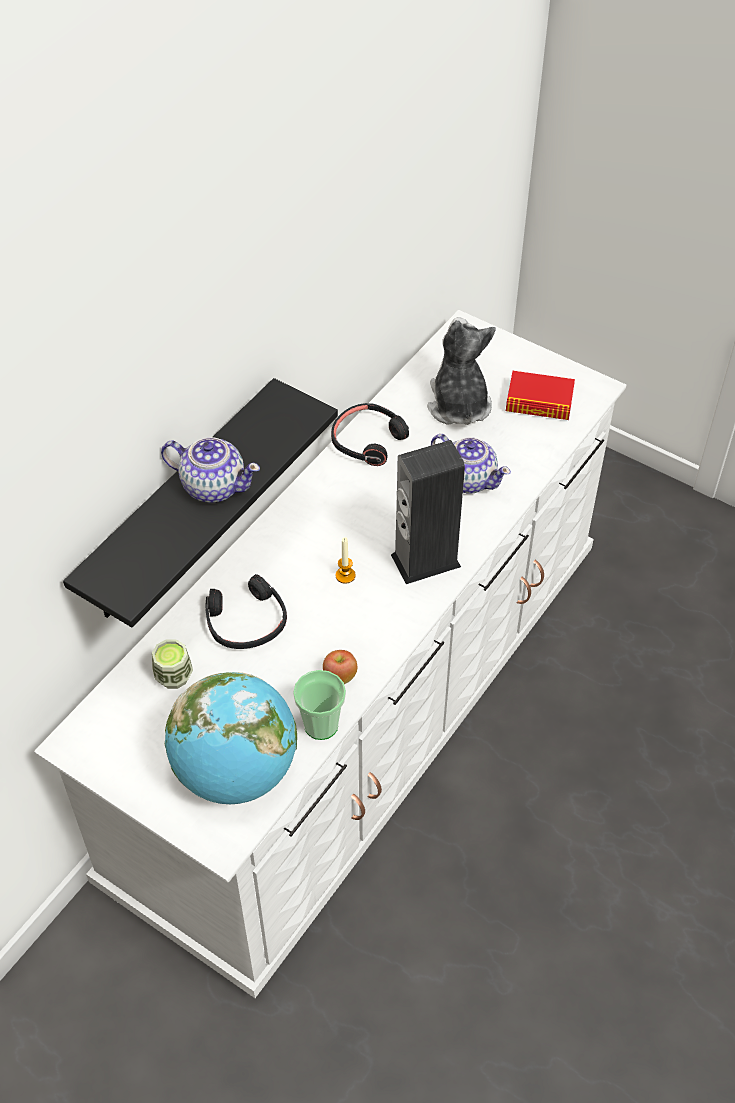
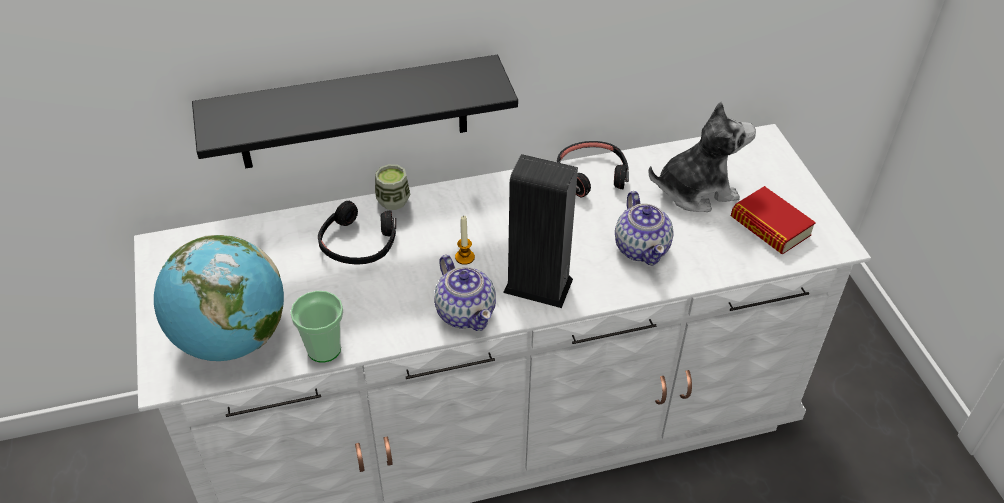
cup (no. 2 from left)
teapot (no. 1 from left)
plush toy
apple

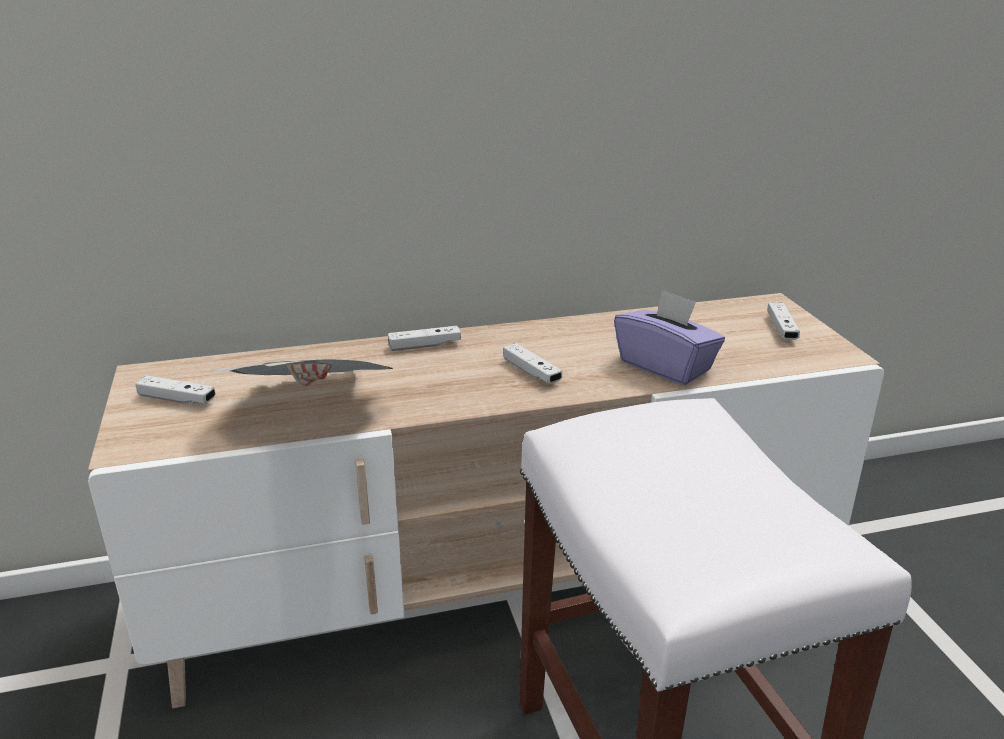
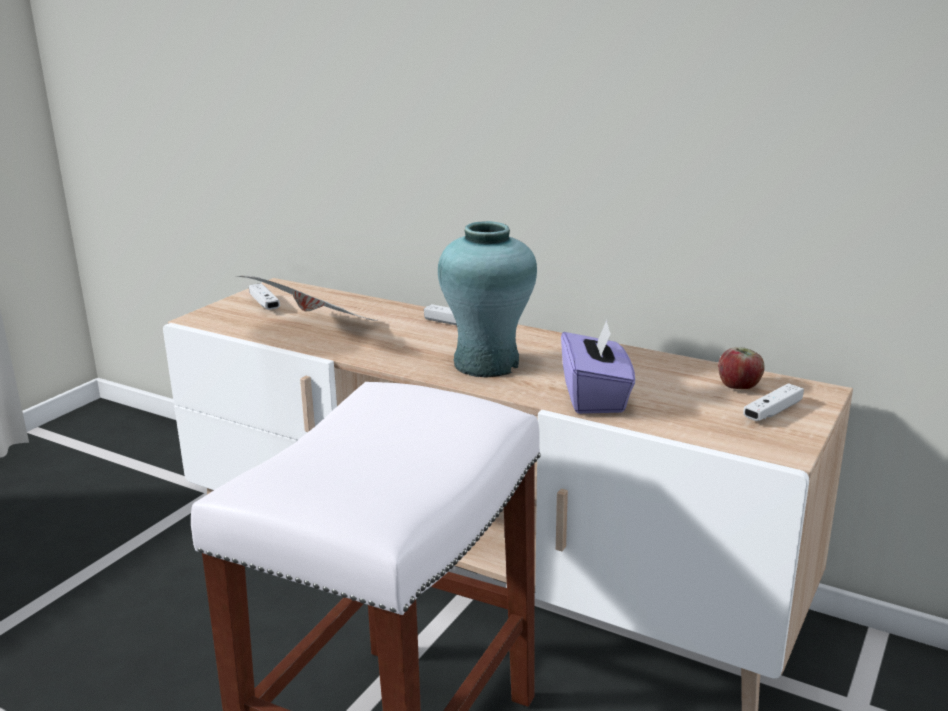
turquoise vase
apple

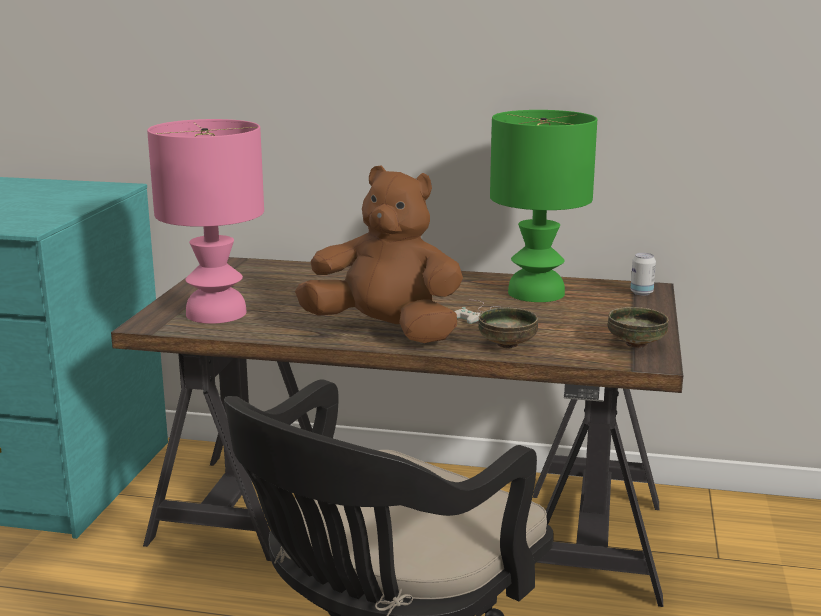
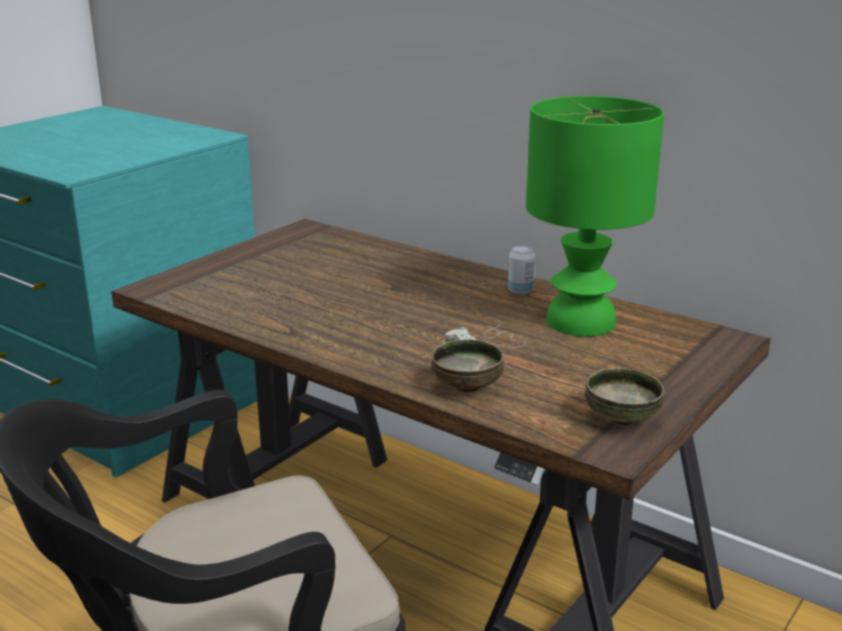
can
pink table lamp
brown plush toy

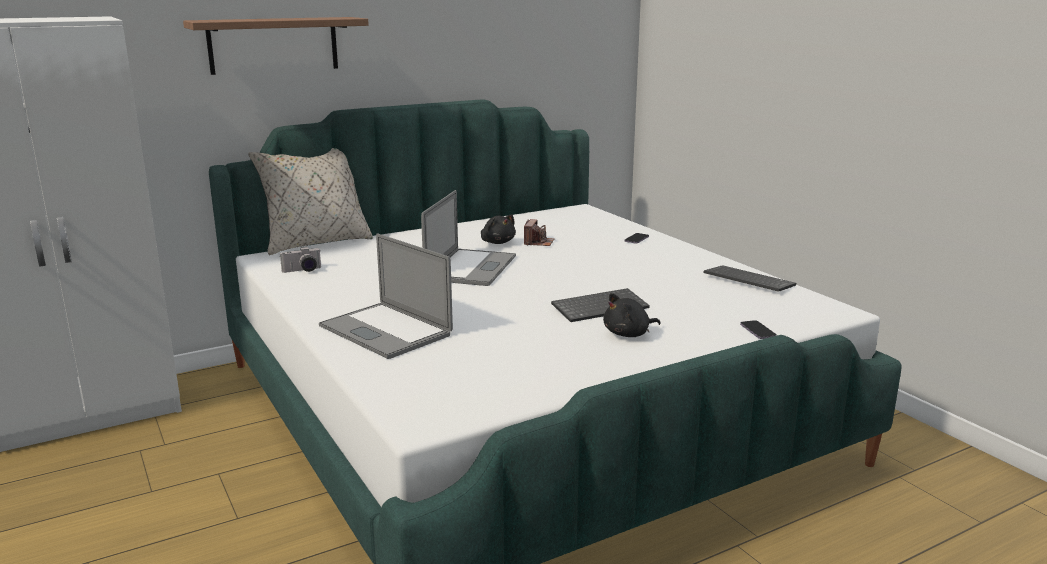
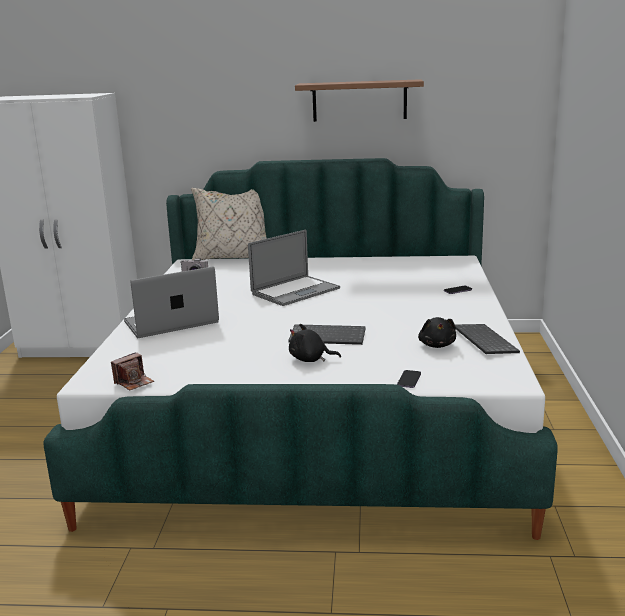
photo camera (no. 1 from left)
laptop (no. 1 from left)
shelf
black plush toy (no. 2 from left)

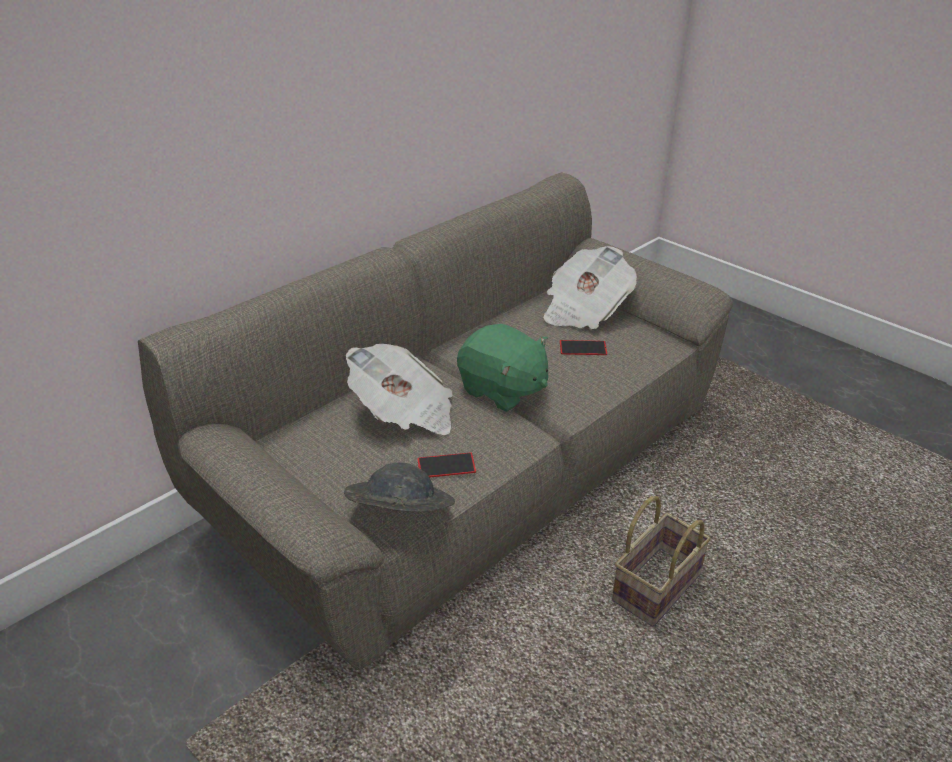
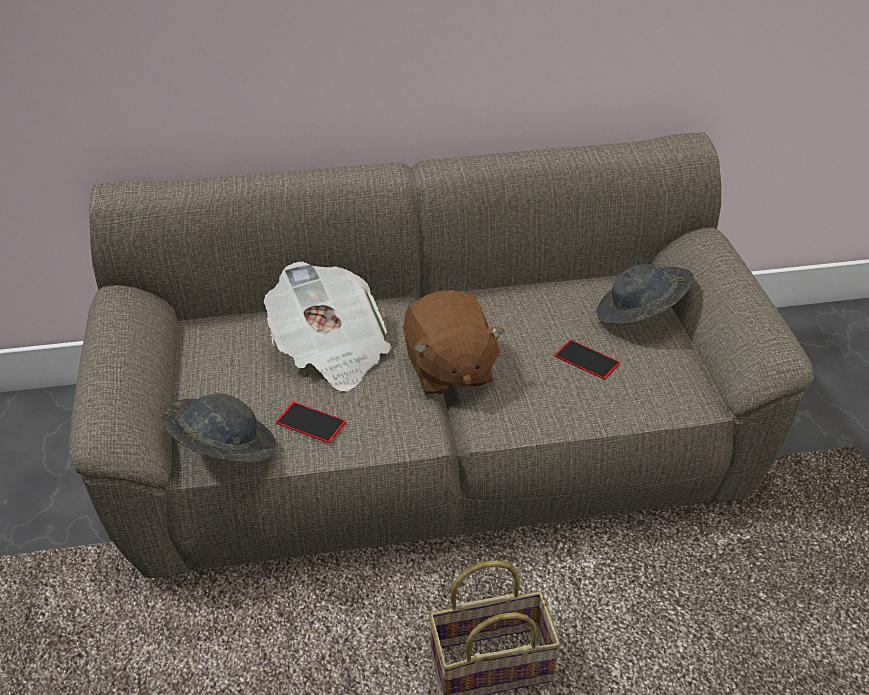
brown plush toy
grey hat (no. 2 from left)

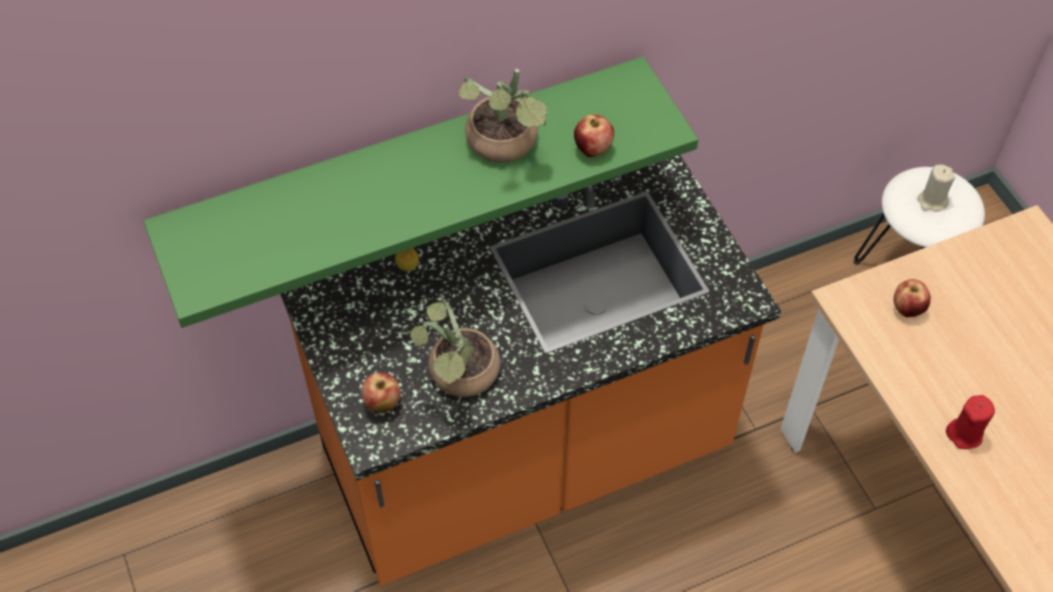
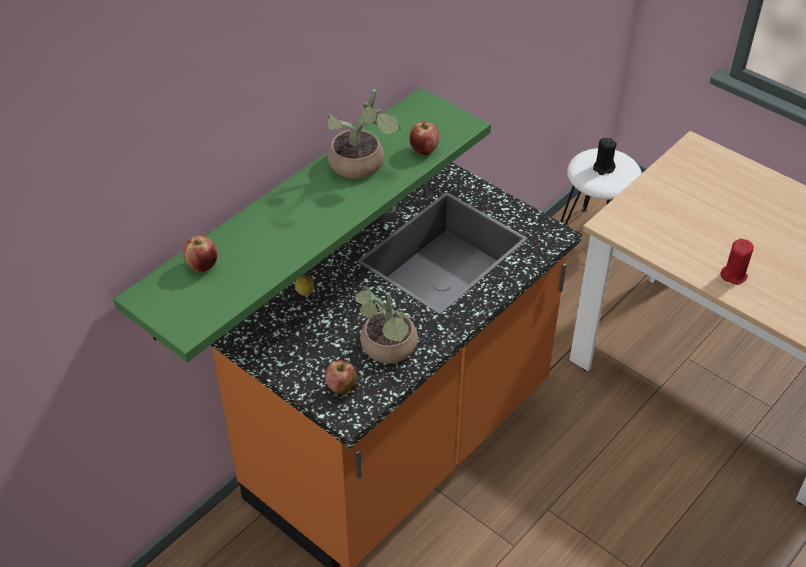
apple (no. 1 from left)
black candle

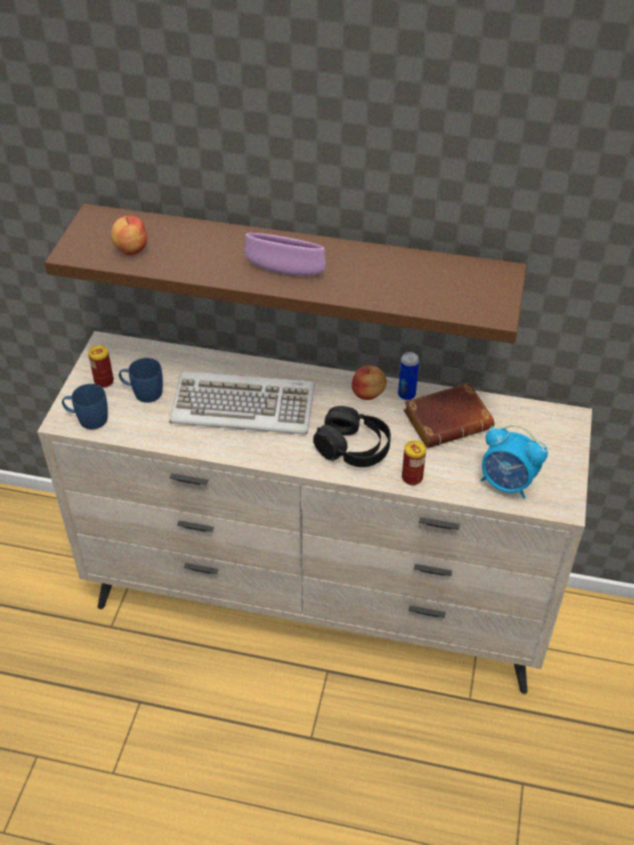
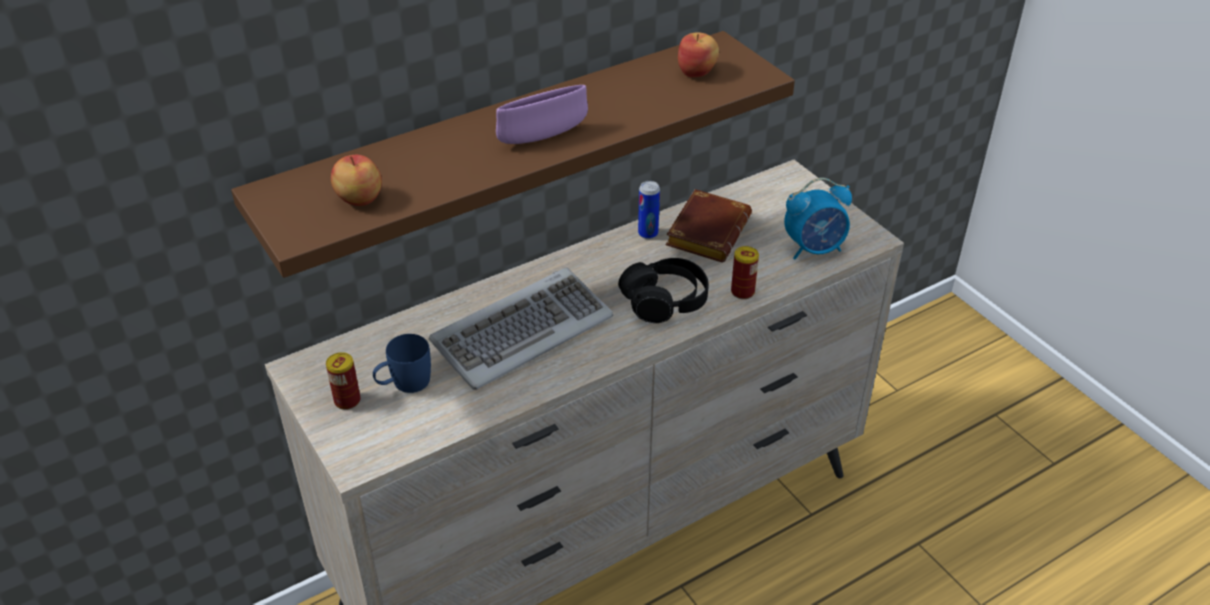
apple (no. 2 from left)
blue mug (no. 1 from left in the first image)

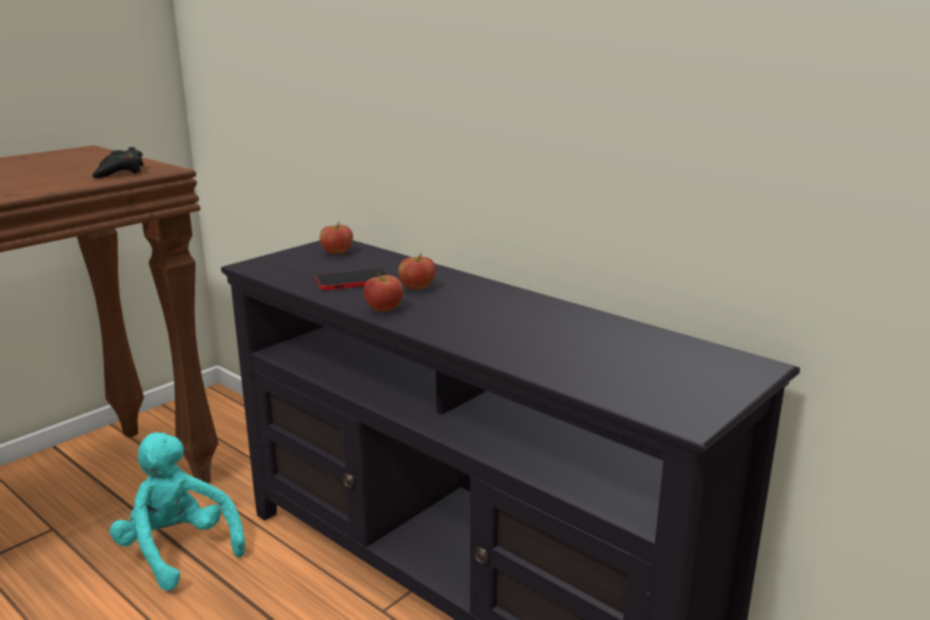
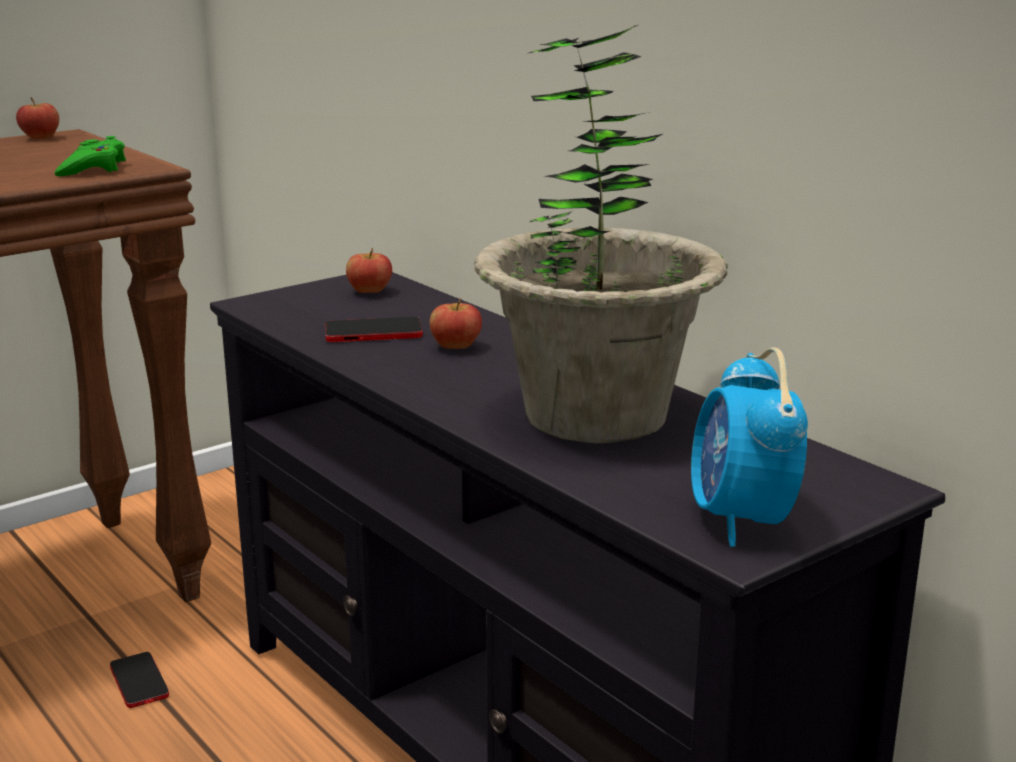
apple (no. 1 from left)
green game controller
phone (no. 1 from left)
potted plant
alarm clock

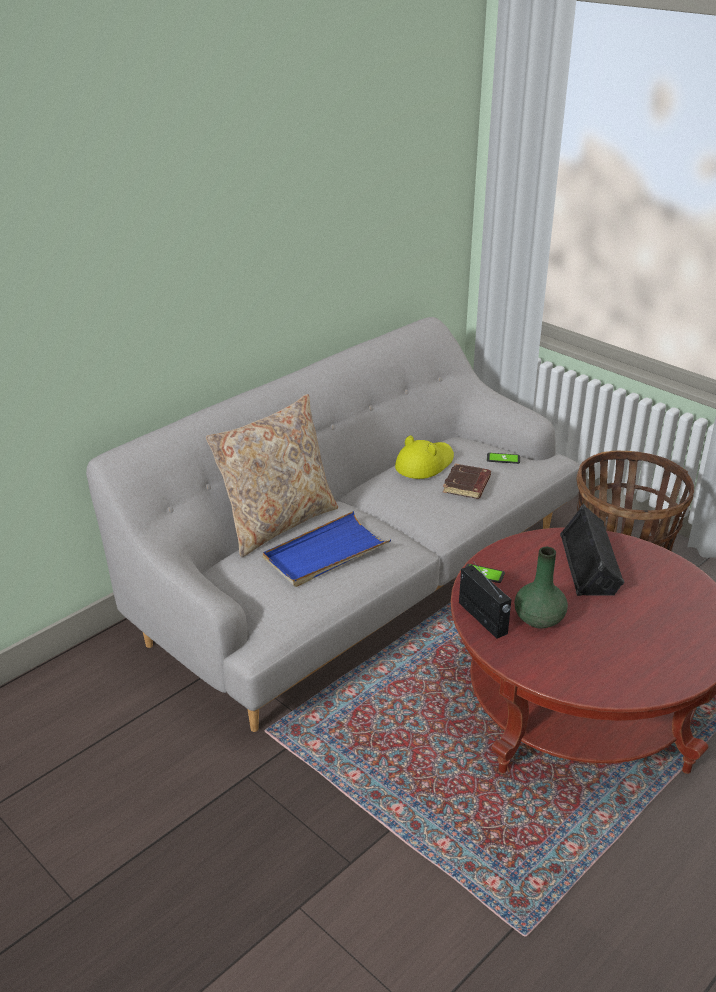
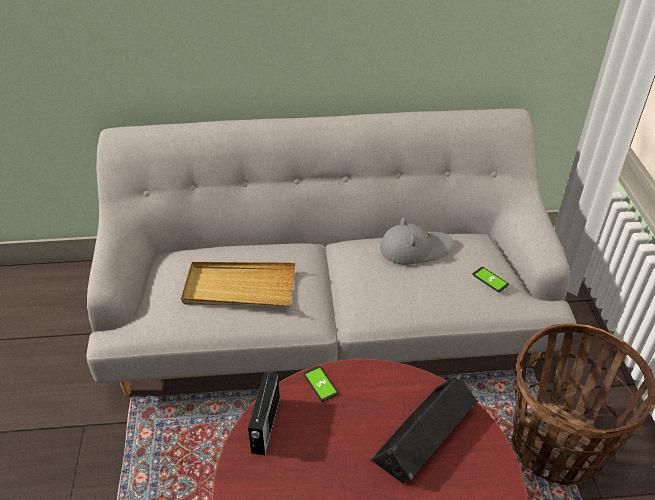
beige tray
grey hat
beige pillow
brown book
green vase

